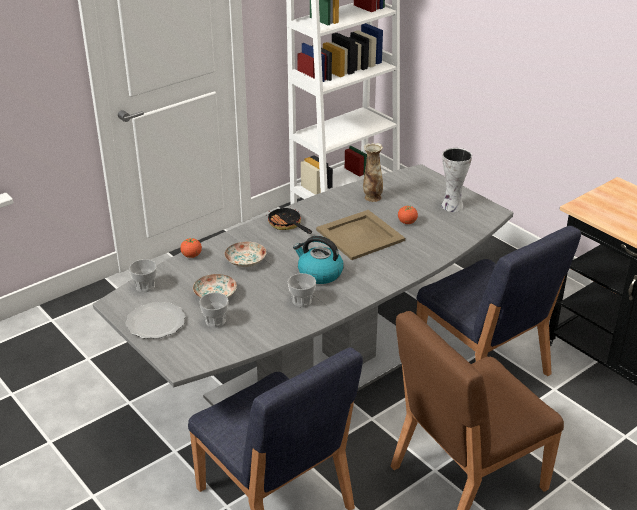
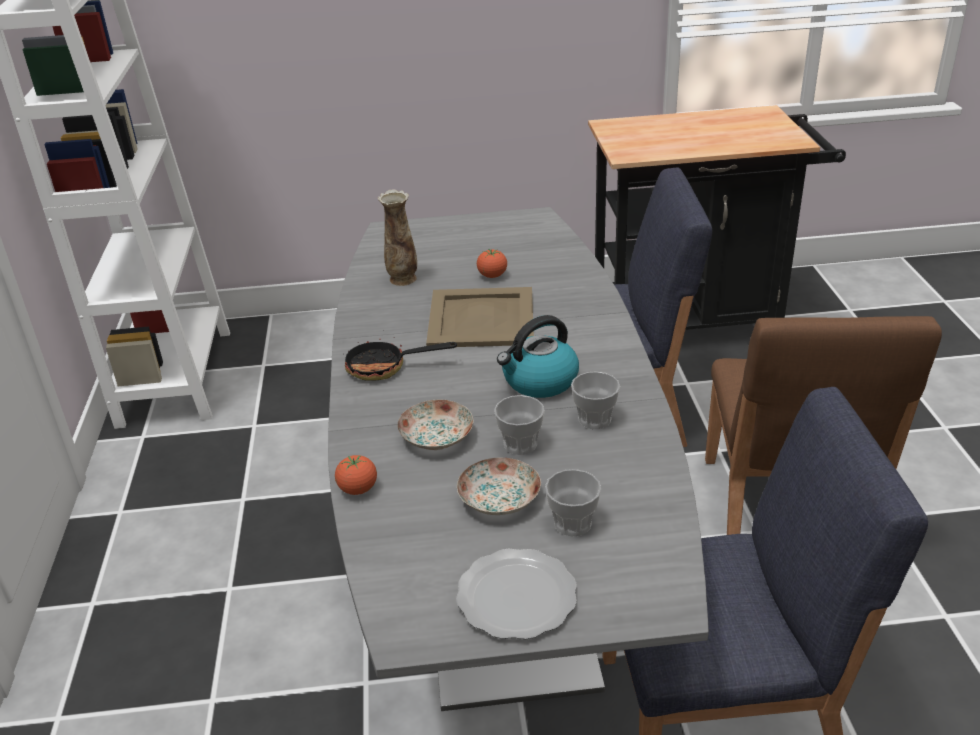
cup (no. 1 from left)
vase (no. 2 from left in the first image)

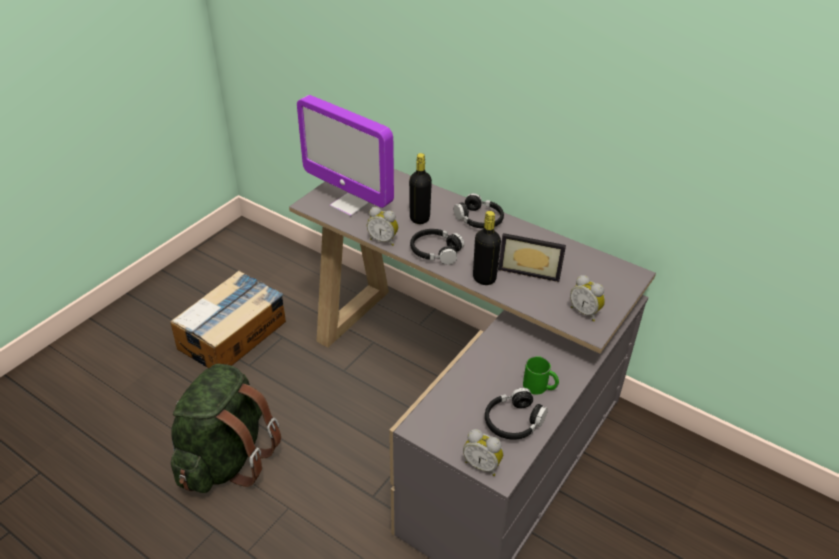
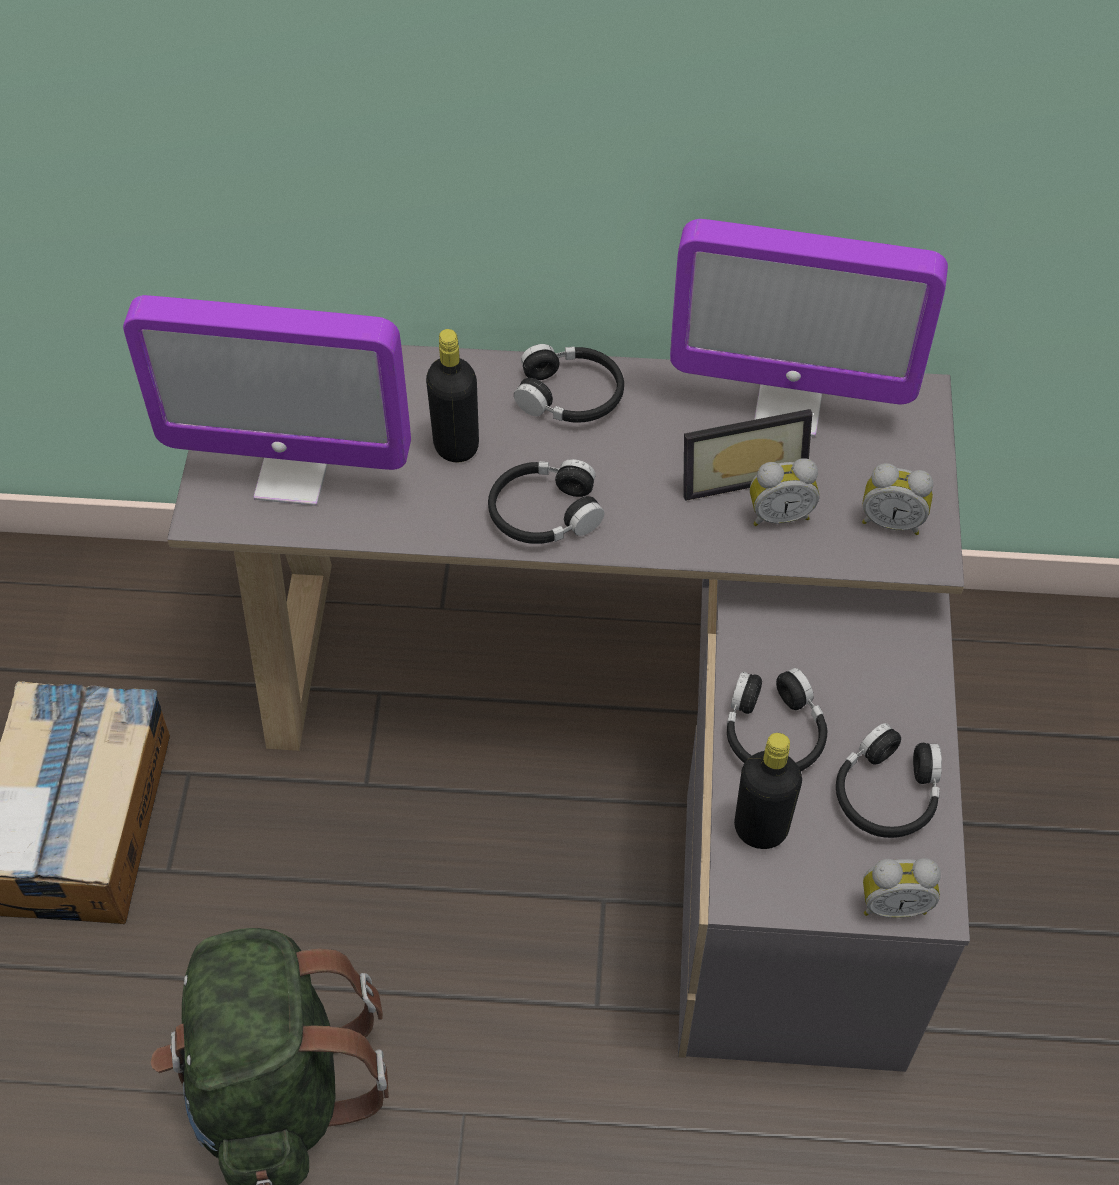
monitor (no. 2 from left)
black headphones (no. 3 from left)
black bottle (no. 2 from left)
alarm clock (no. 1 from left)
green mug

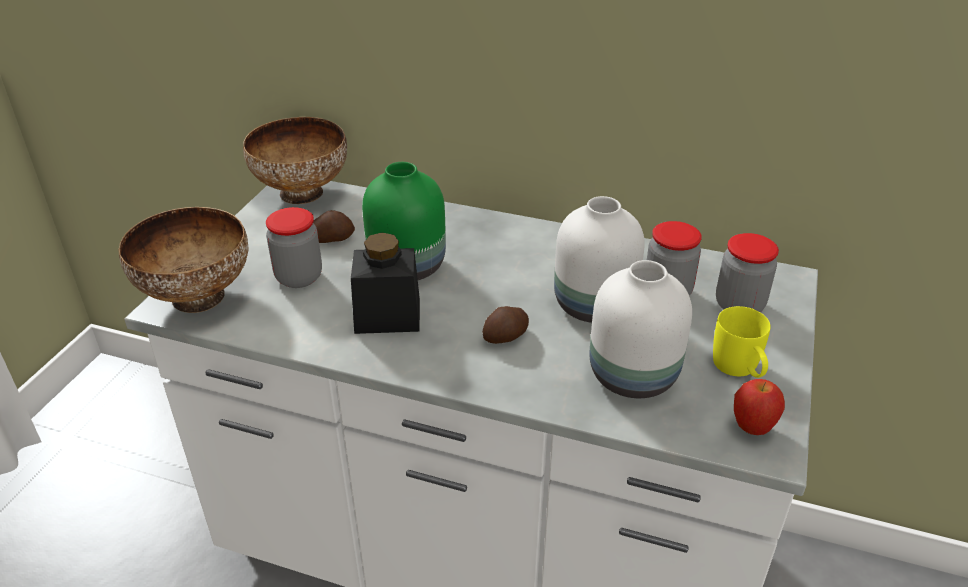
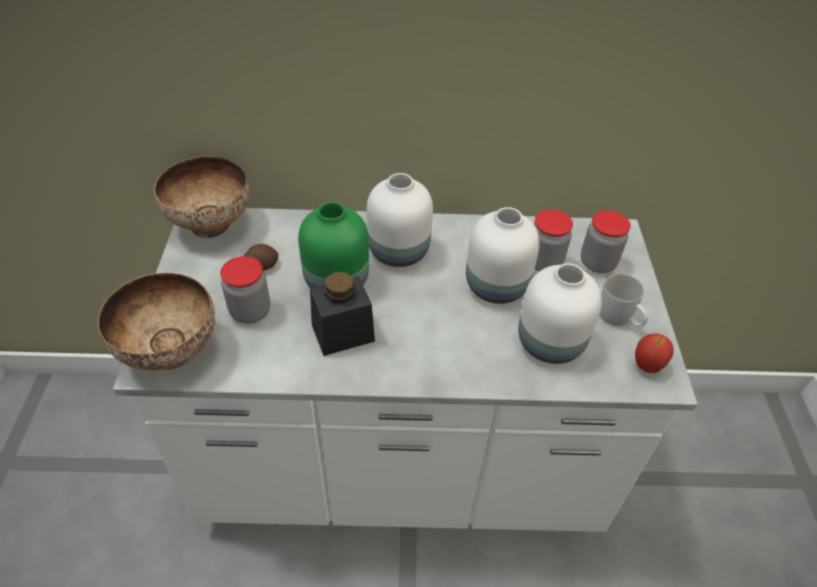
white vase (no. 1 from left)
white mug
potato (no. 2 from left in the first image)

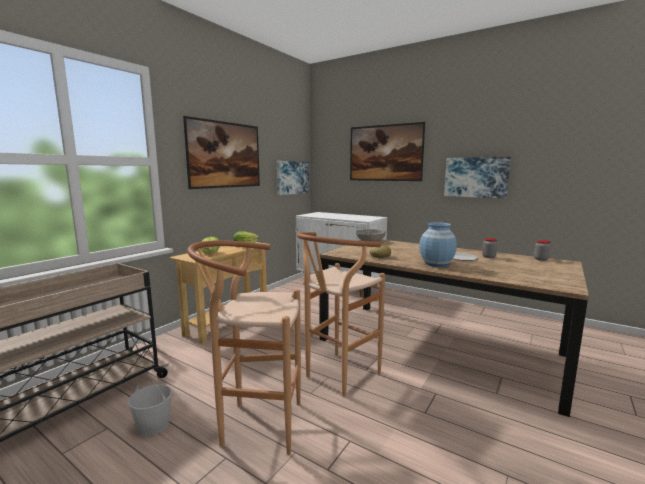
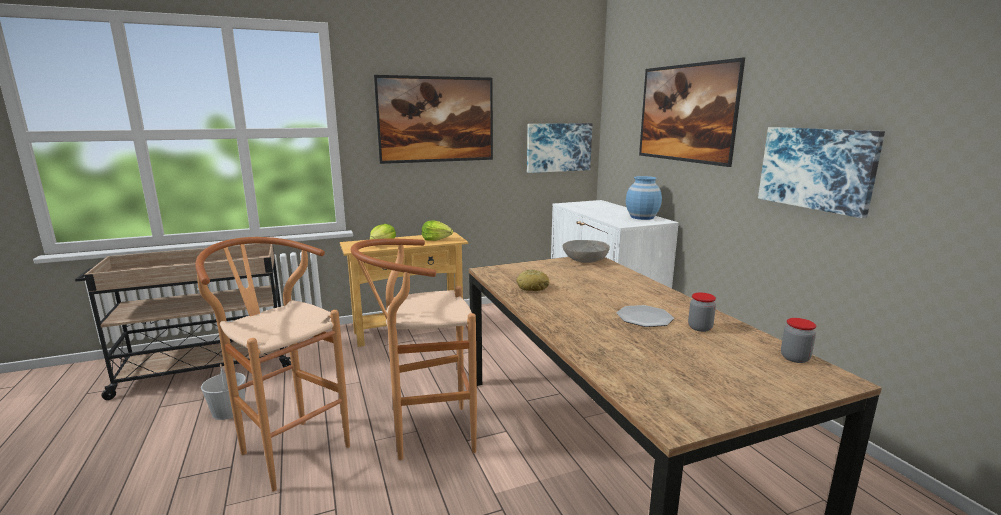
blue vase

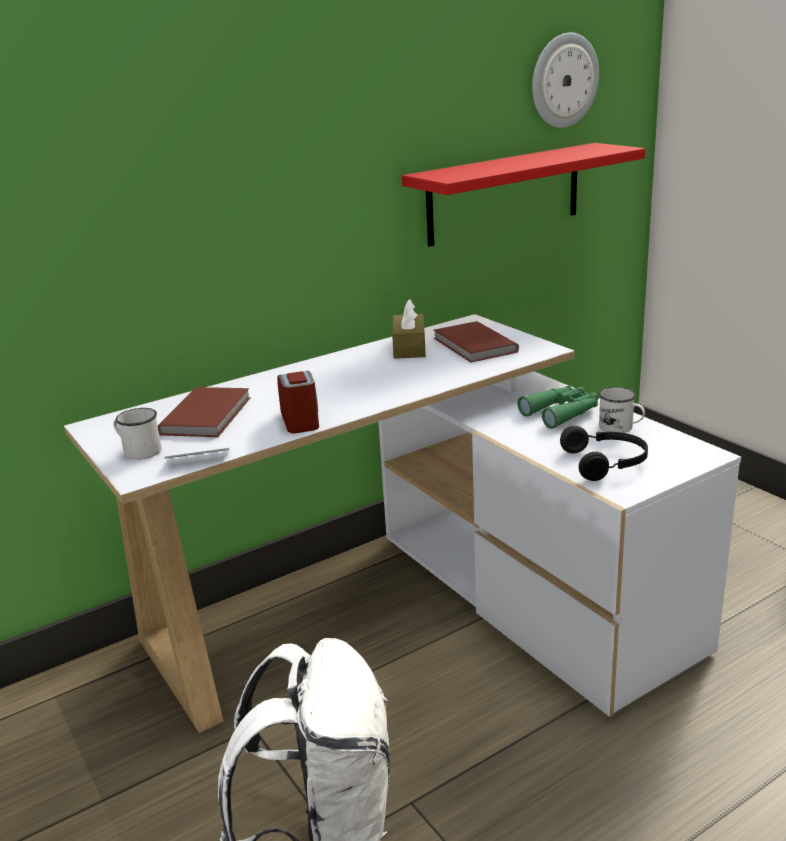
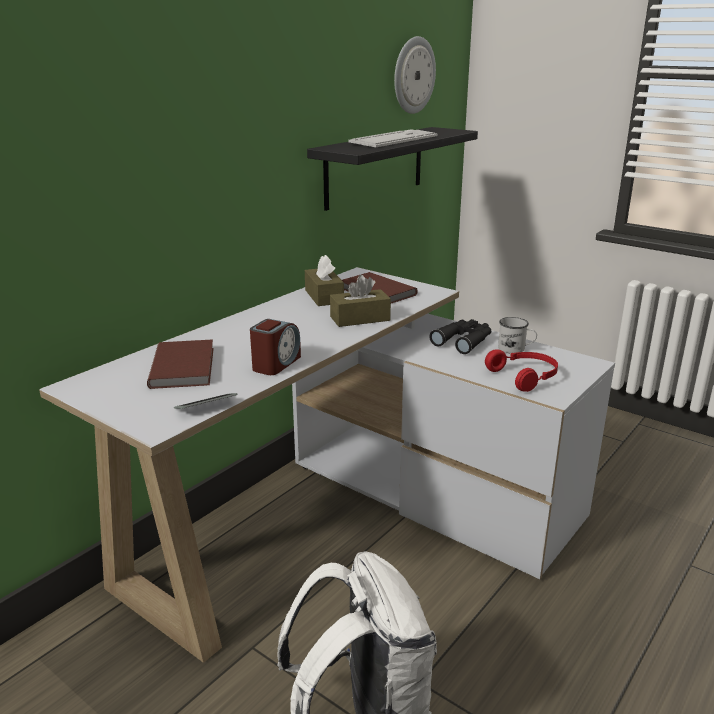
alarm clock
black shelf
brown tissue box (no. 2 from left)
keyboard
black binoculars
red headphones
white mug (no. 1 from left in the first image)

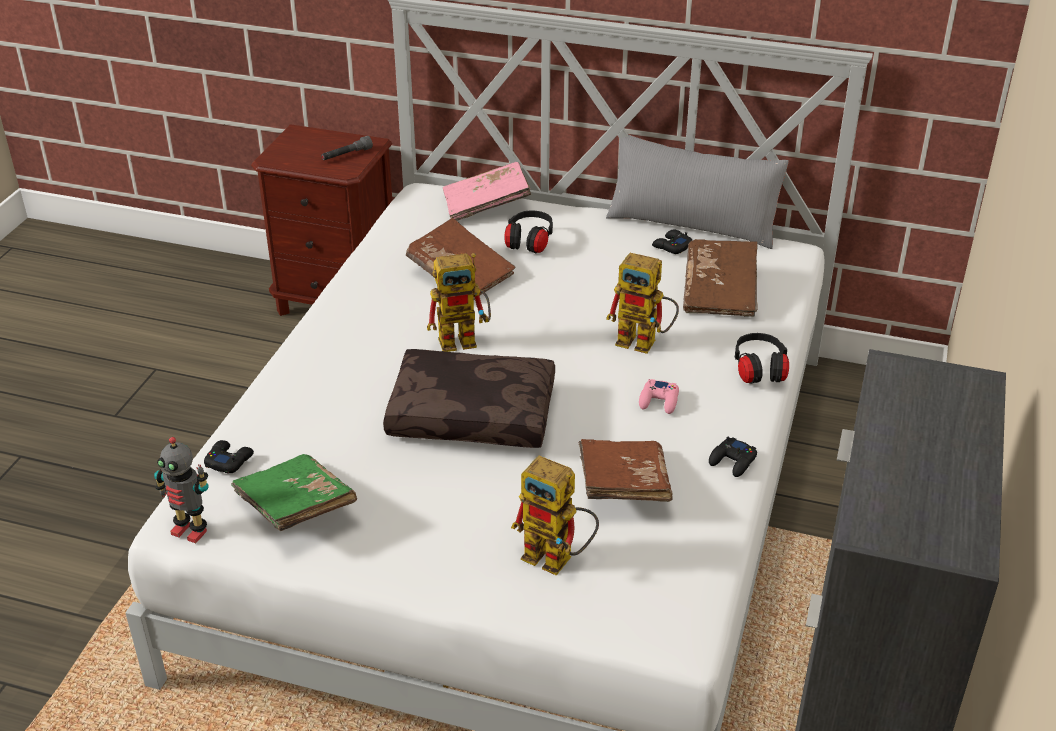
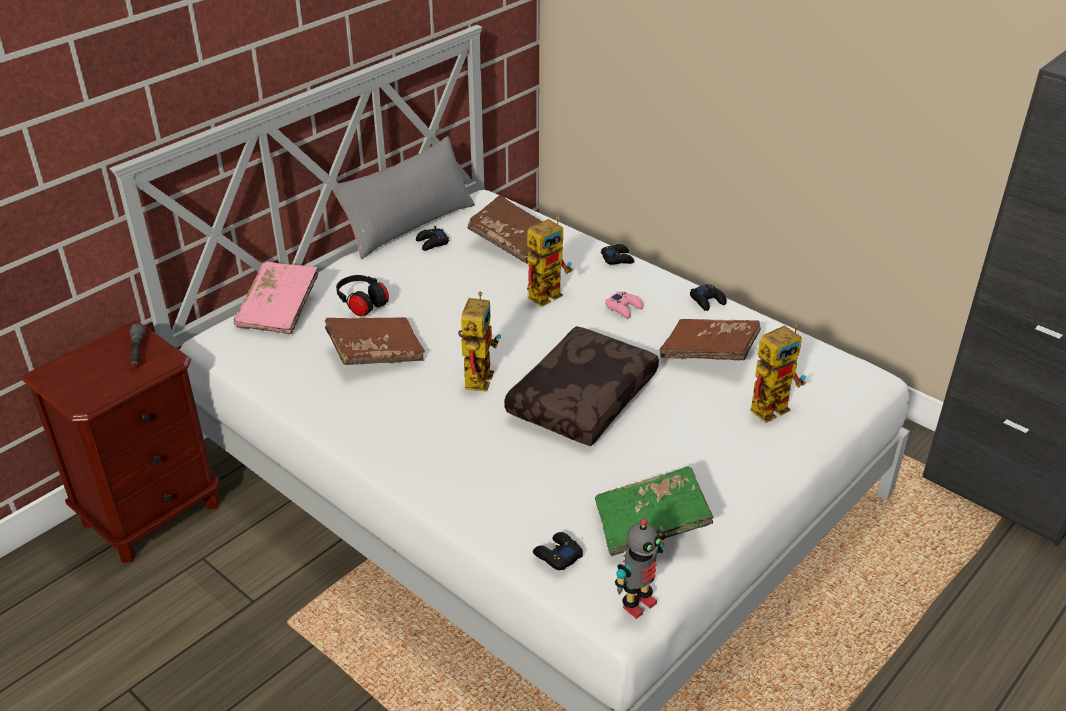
black game controller (no. 3 from left)

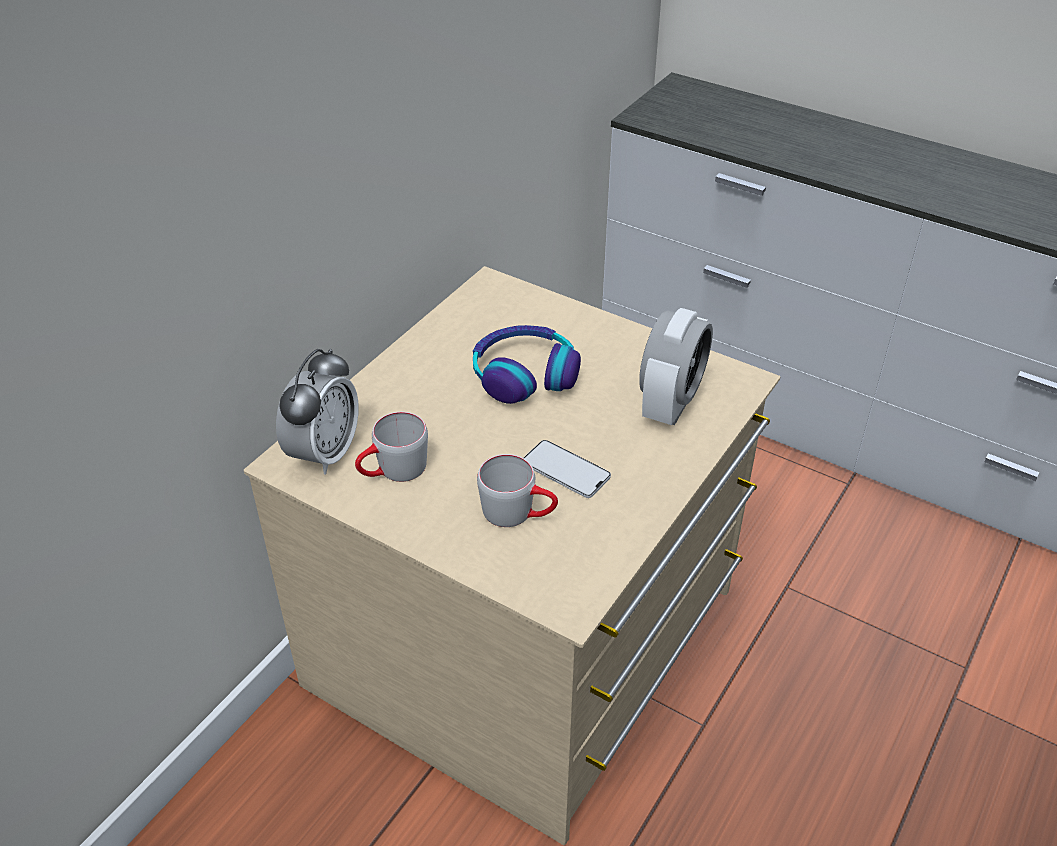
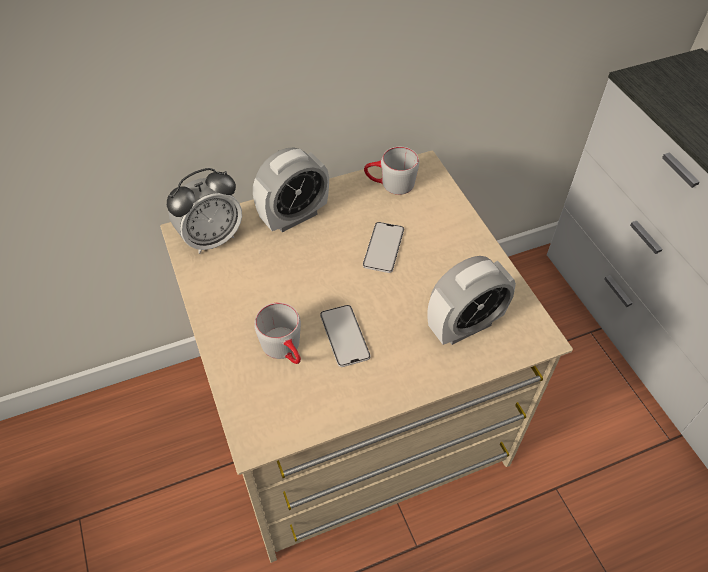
alarm clock (no. 2 from left)
phone (no. 2 from left)
grey mug (no. 2 from left)

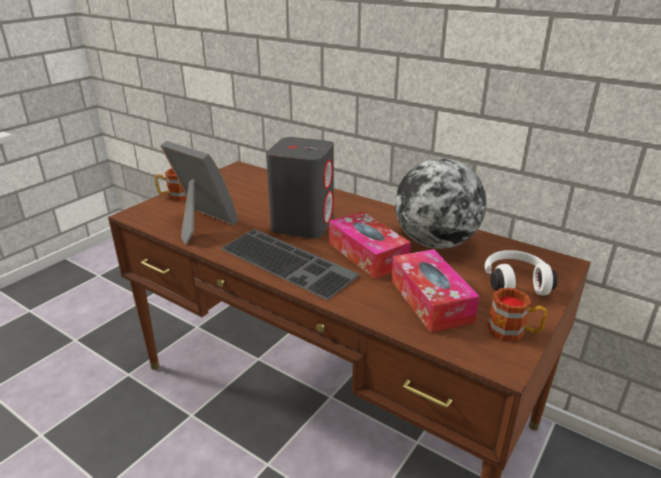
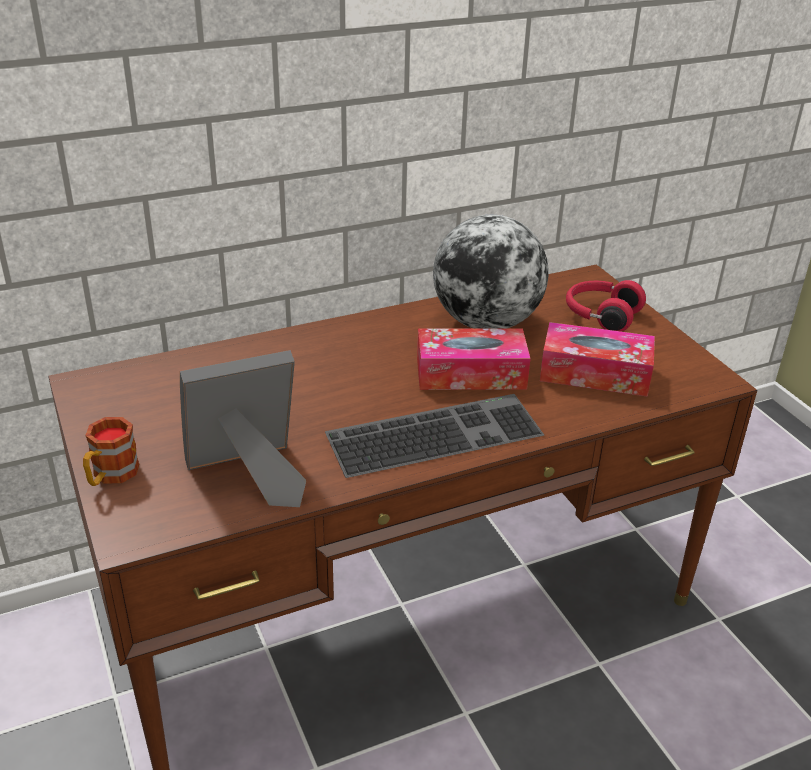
red headphones
grey speaker
mug (no. 2 from left in the first image)

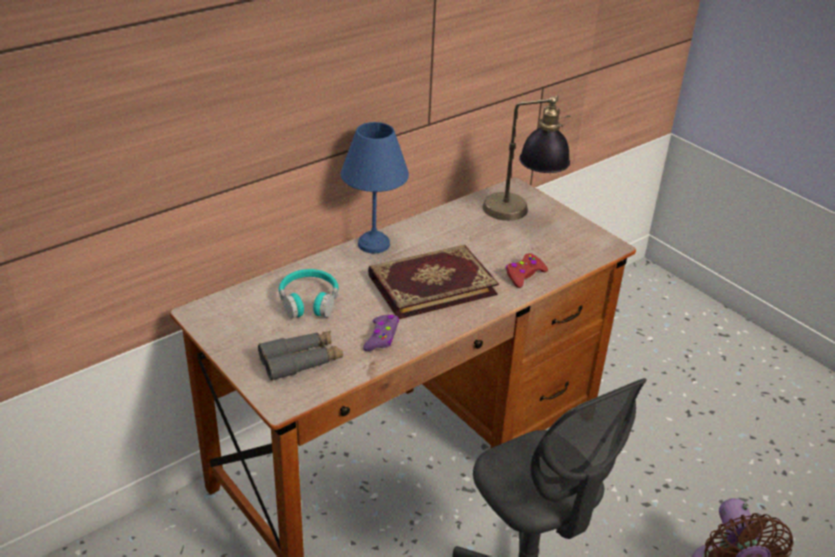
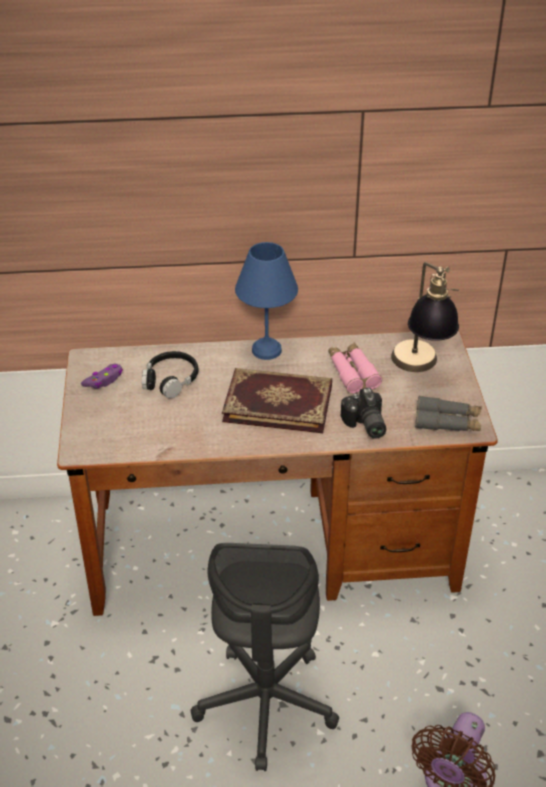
purple game controller
black headphones
pink binoculars
photo camera
grey binoculars

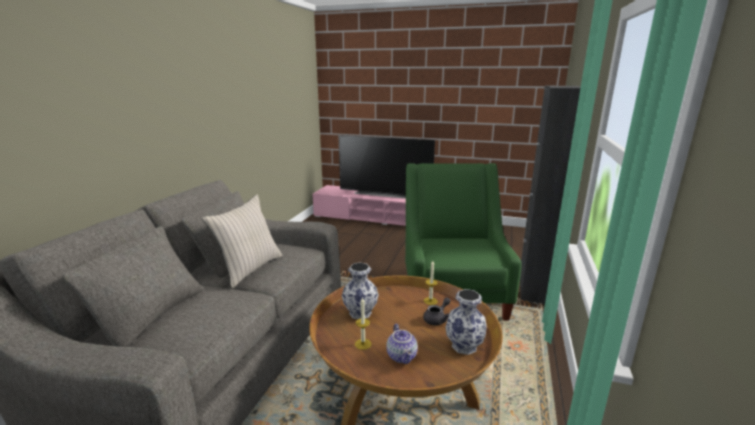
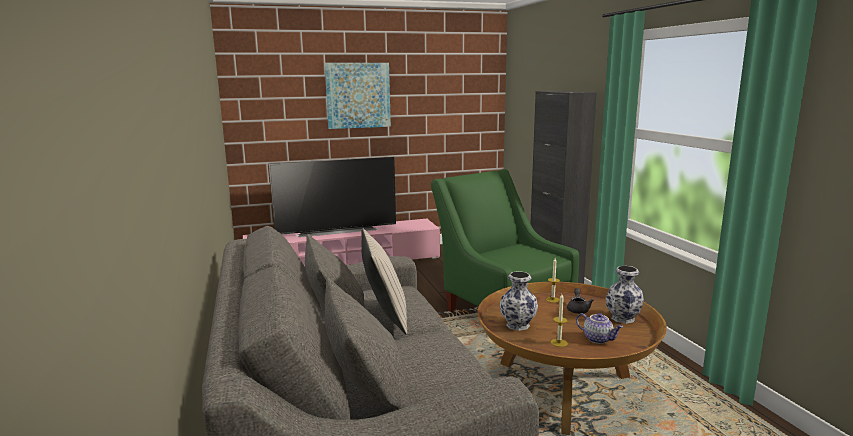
picture

